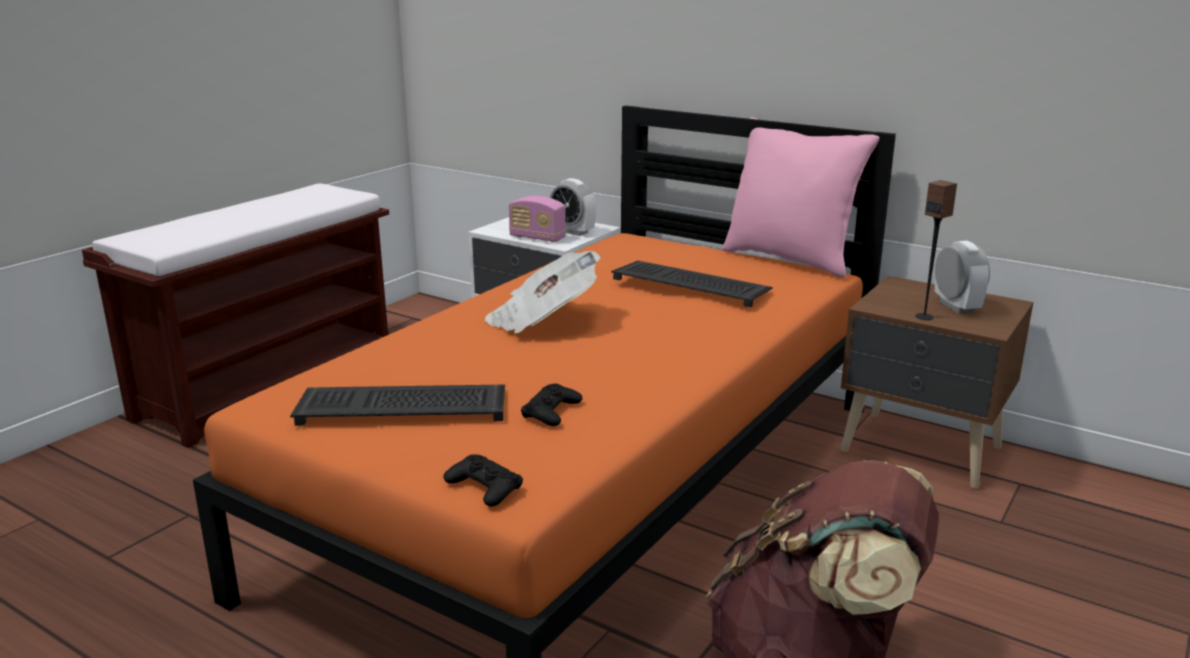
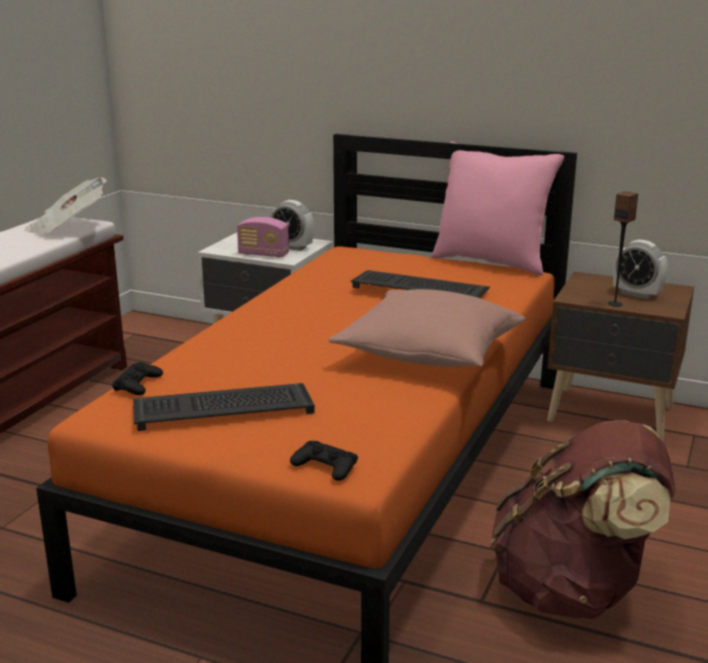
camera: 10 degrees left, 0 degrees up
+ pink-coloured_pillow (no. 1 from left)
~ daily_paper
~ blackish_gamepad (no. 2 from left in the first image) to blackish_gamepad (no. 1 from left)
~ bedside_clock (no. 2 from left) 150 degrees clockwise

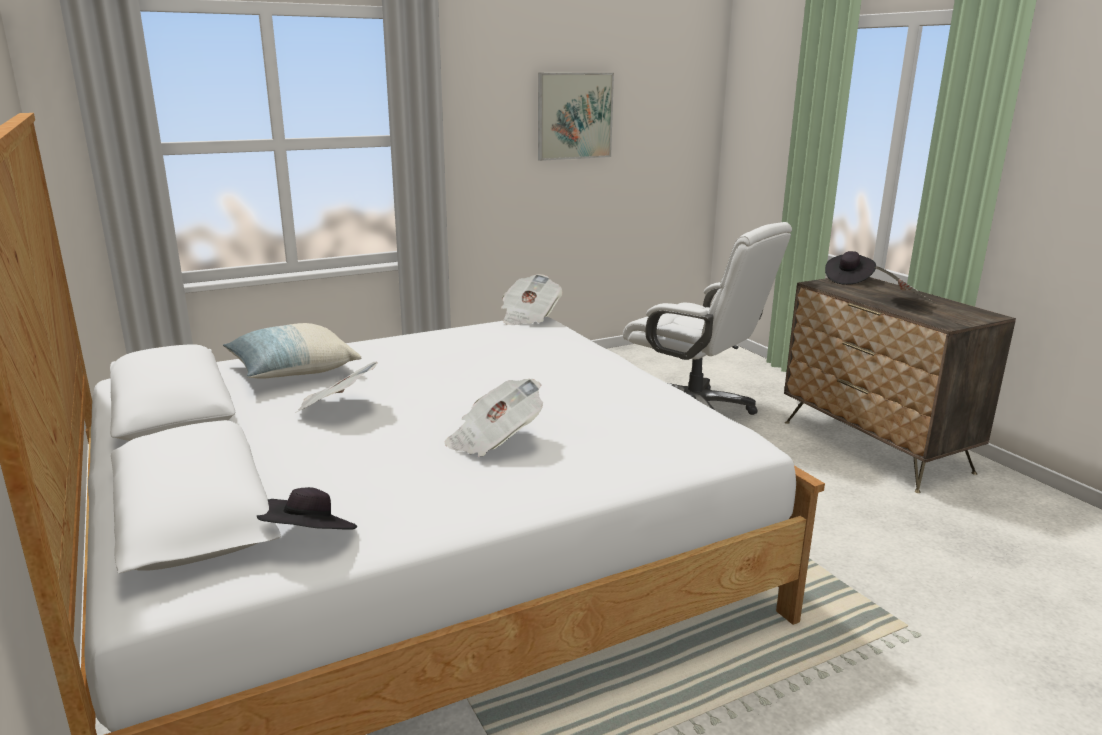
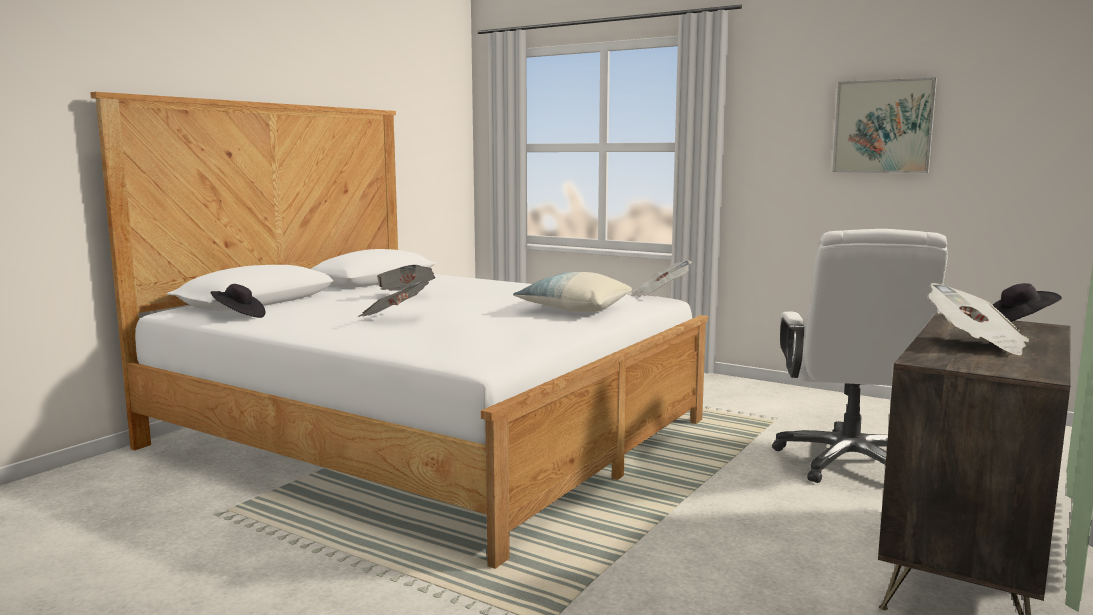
camera: 60 degrees right, 10 degrees down
~ pillow

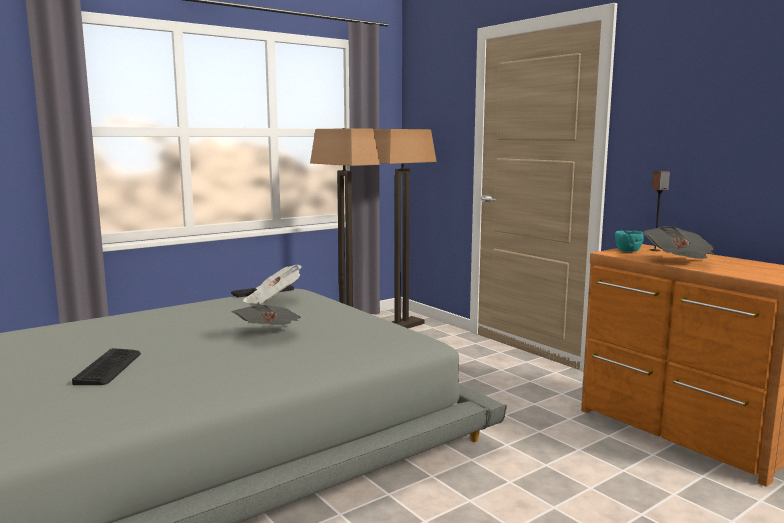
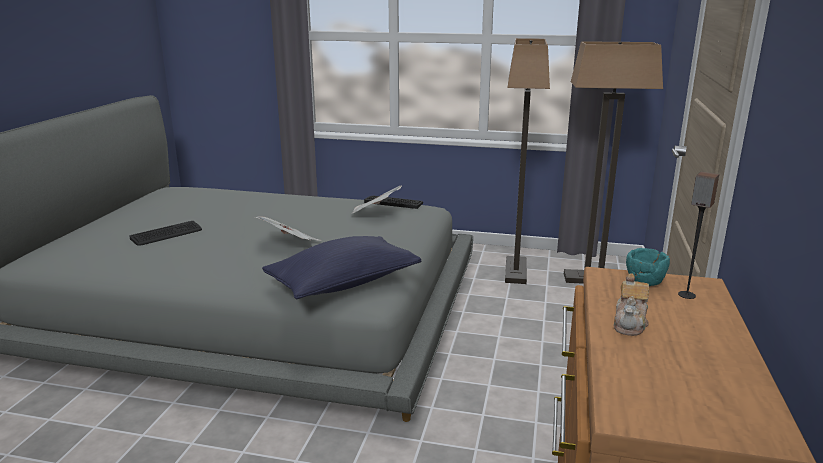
camera: 50 degrees right, 10 degrees up
+ blue-coloured_pillow
~ daily_paper (no. 3 from left) to teapot

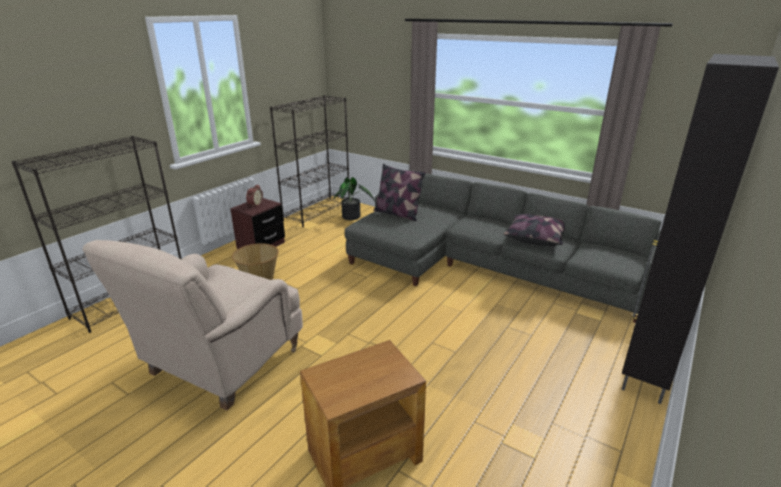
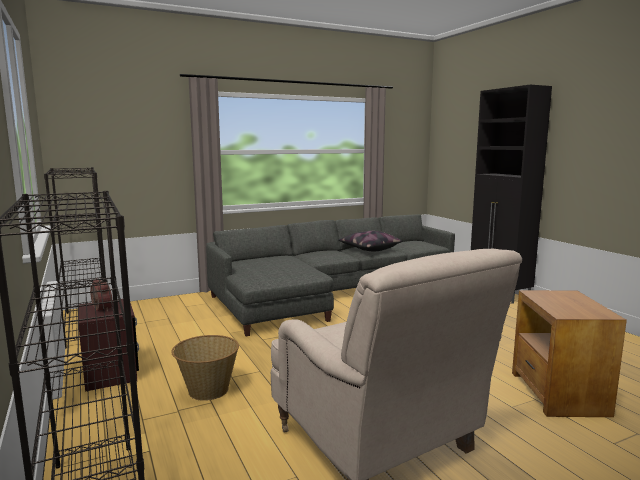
camera: 60 degrees left, 15 degrees down
- plant_in_a_pot
- pillow (no. 1 from left)

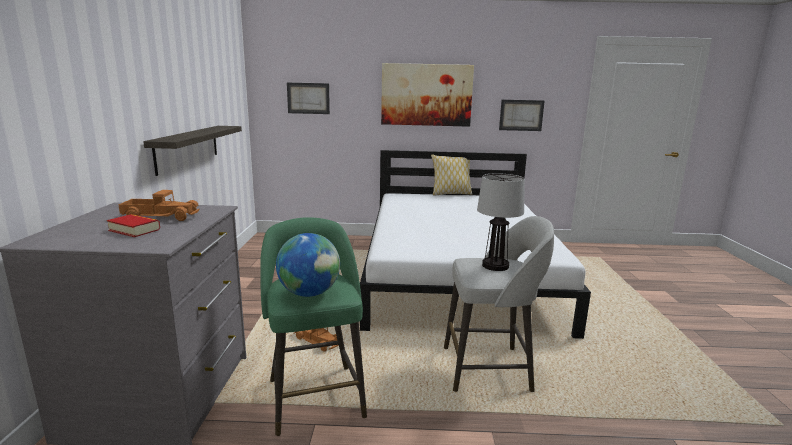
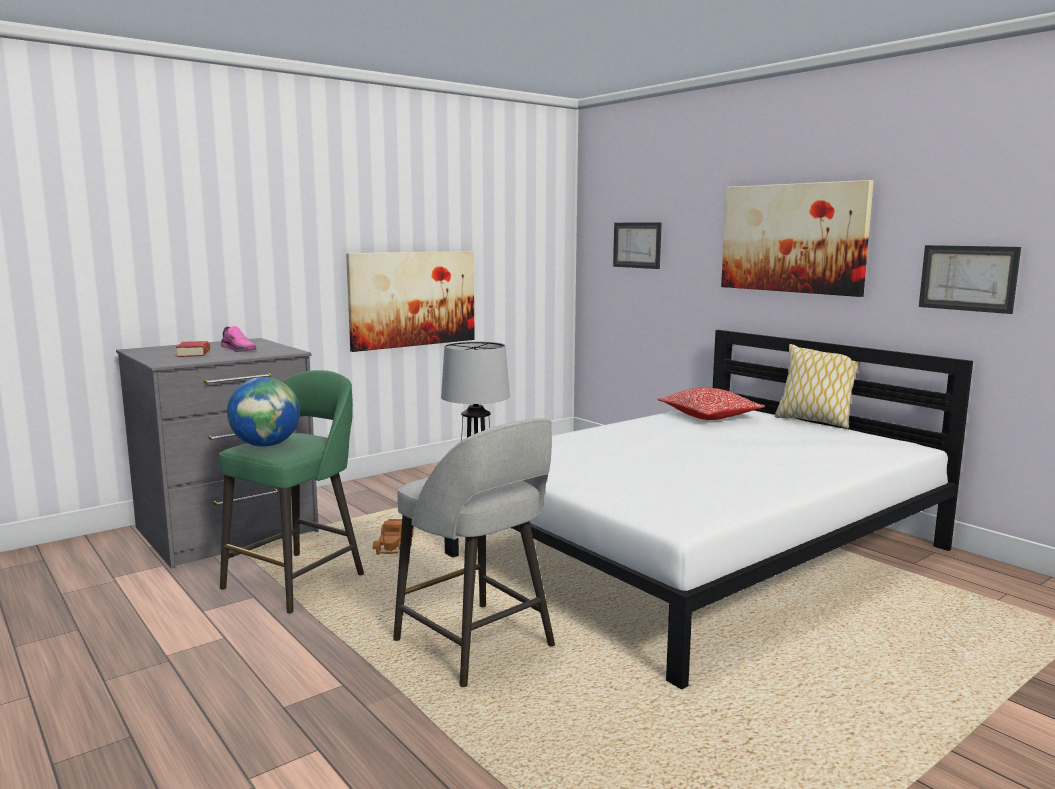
camera: 50 degrees right, 5 degrees down
+ pillow (no. 1 from left)
~ model_truck (no. 1 from left) to pink-coloured_low_shoe
~ wall_shelf to wall_picture (no. 1 from left)

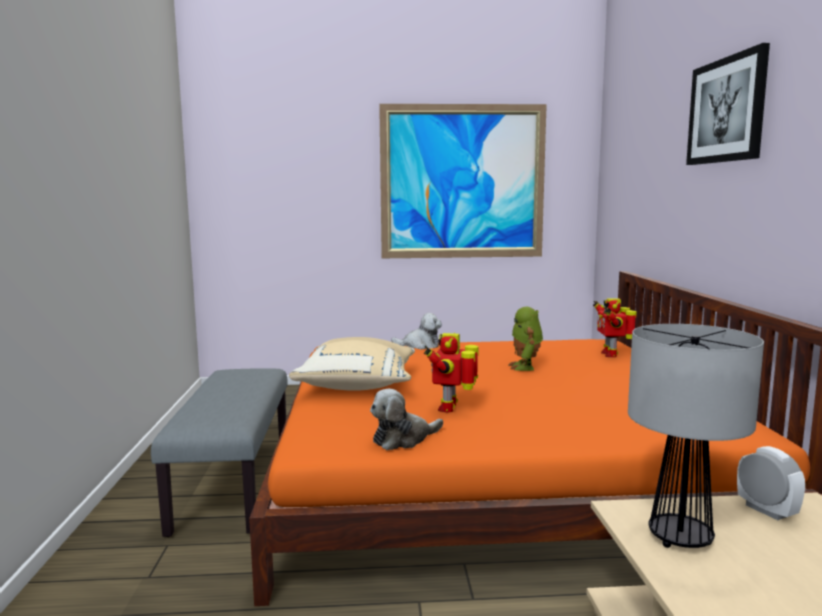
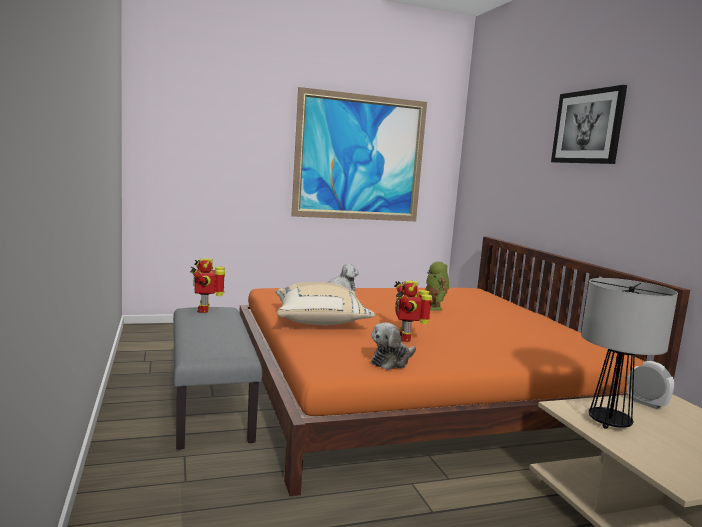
camera: 15 degrees left, 0 degrees up
~ robot_figure (no. 3 from left in the first image) to robot_figure (no. 1 from left)

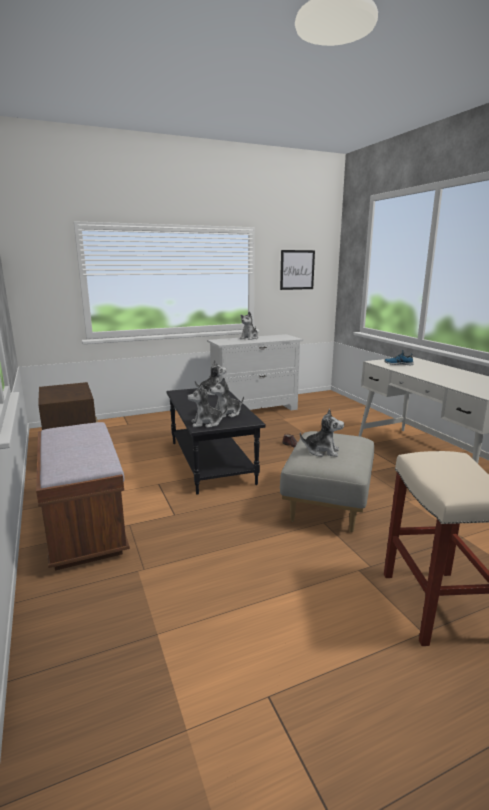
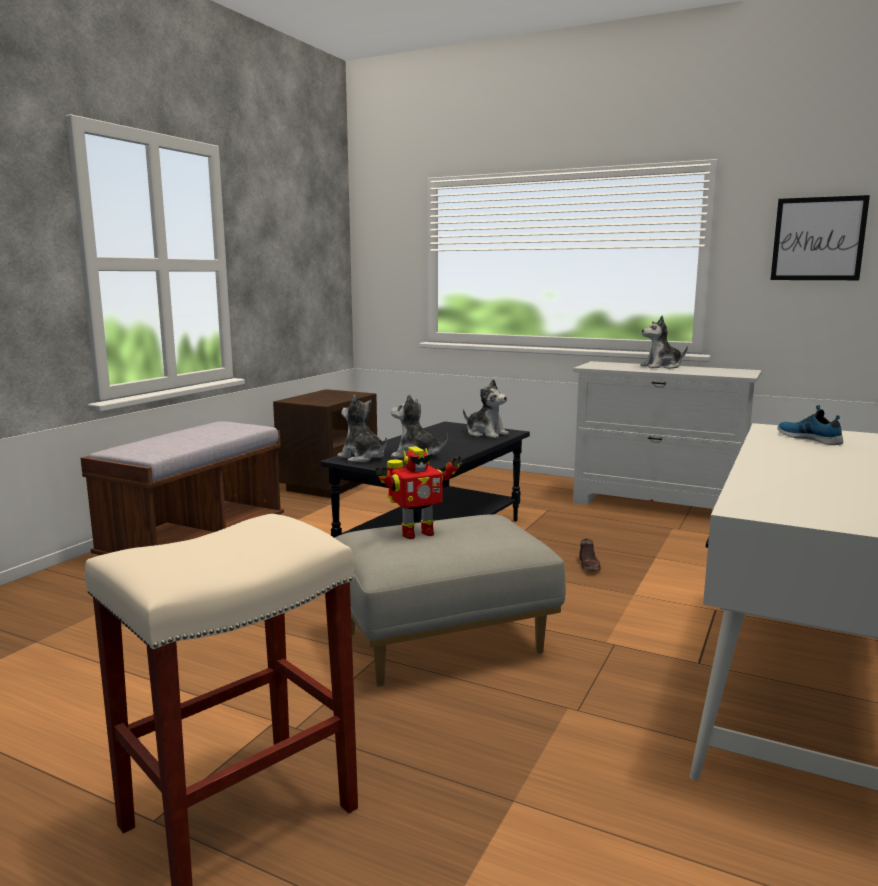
camera: 50 degrees right, 5 degrees down
~ cuddly_toy (no. 5 from left) to robot_figure

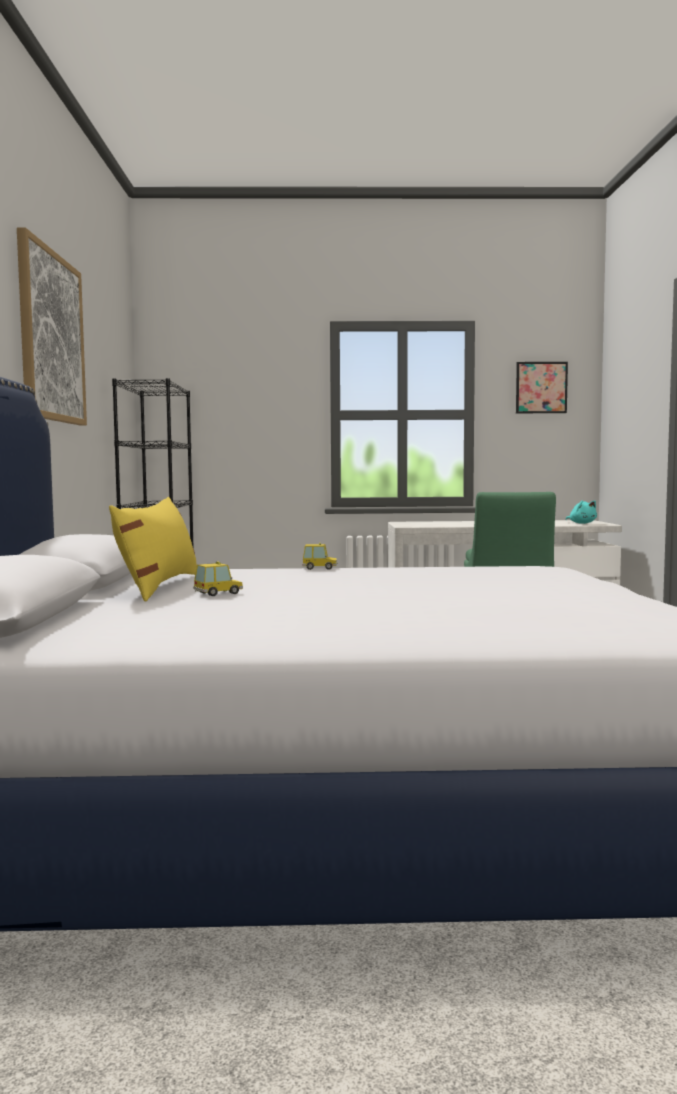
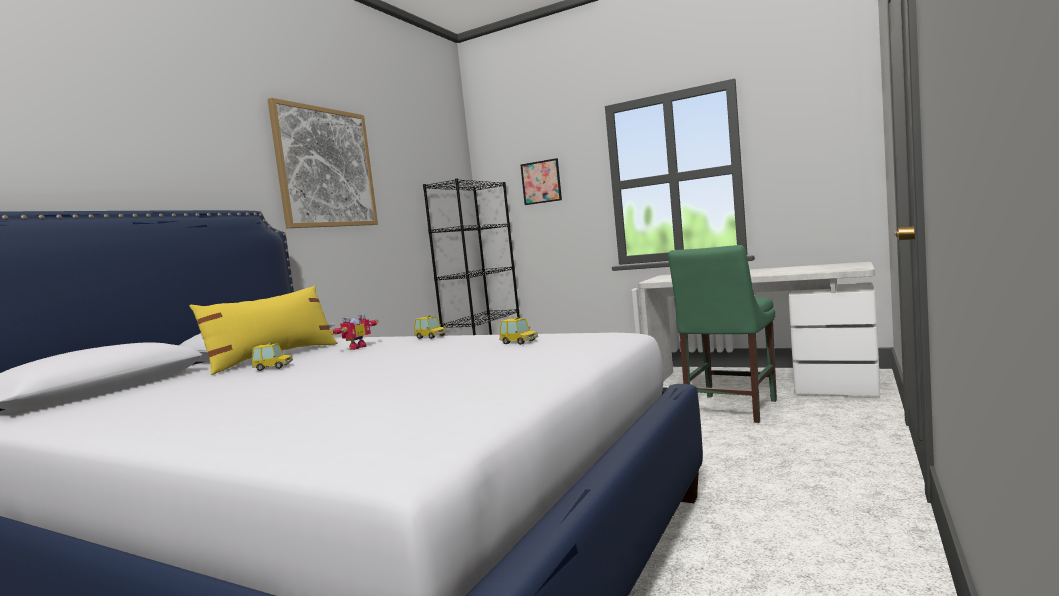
camera: 30 degrees right, 0 degrees up
- turquoise-coloured_cuddly_toy
+ robot_figure
+ toy_car (no. 3 from left)
~ wall_picture (no. 2 from left)

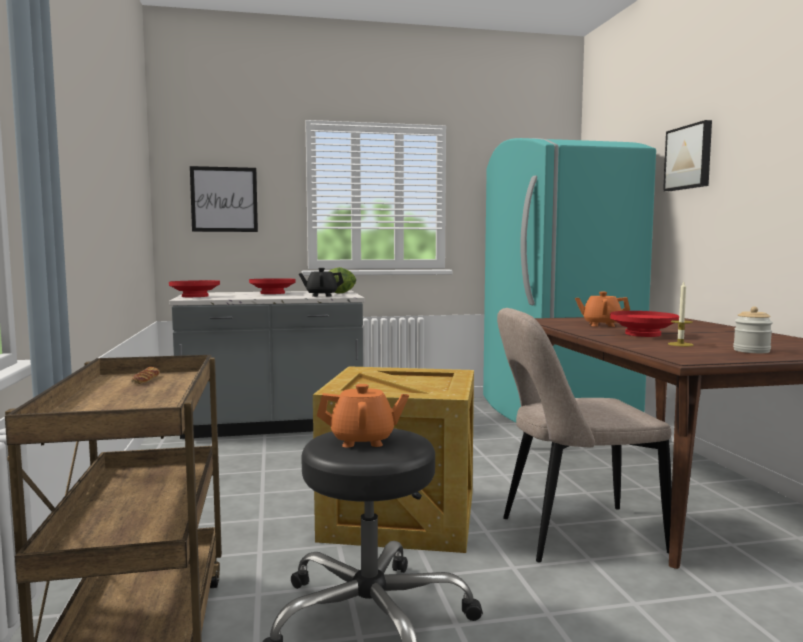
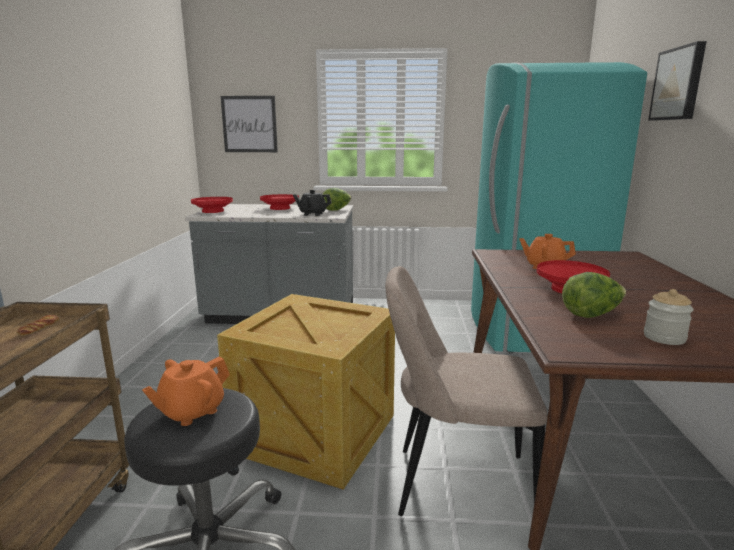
camera: 15 degrees right, 10 degrees up
~ wax_light to head_of_lettuce (no. 2 from left)
~ orangey_teapot (no. 1 from left) 120 degrees clockwise

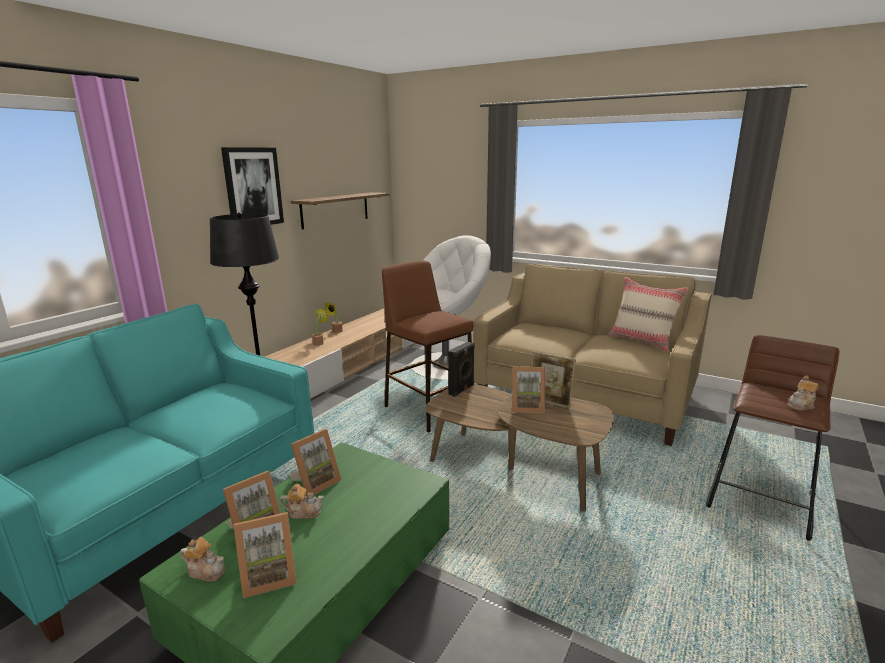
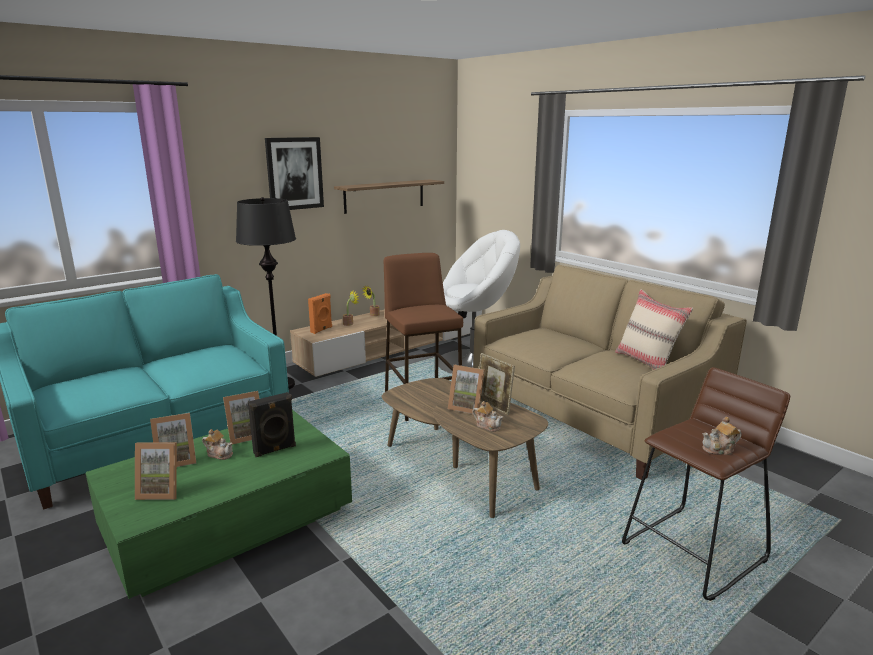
camera: 20 degrees right, 0 degrees up
+ orangey_loudspeaker
~ teapot (no. 1 from left in the first image) to teapot (no. 2 from left)
~ blackish_loudspeaker

